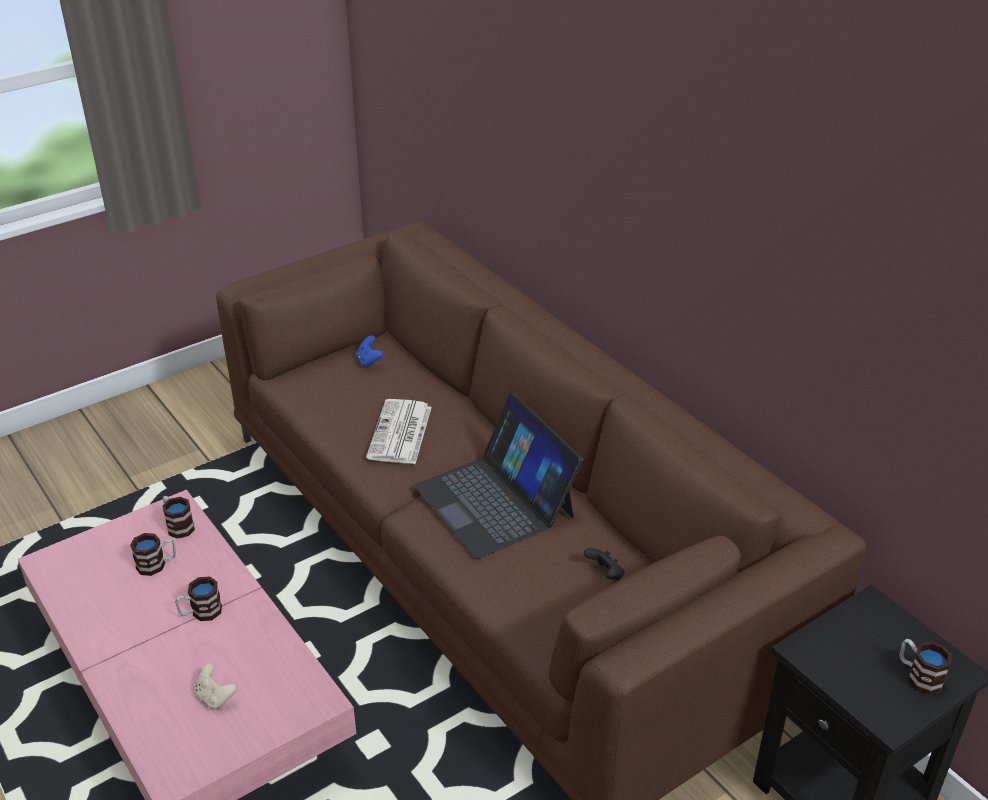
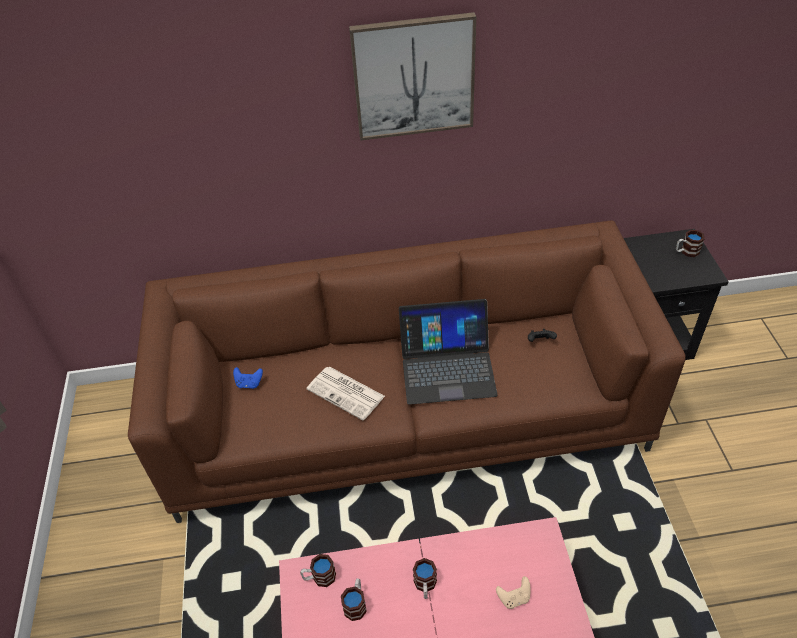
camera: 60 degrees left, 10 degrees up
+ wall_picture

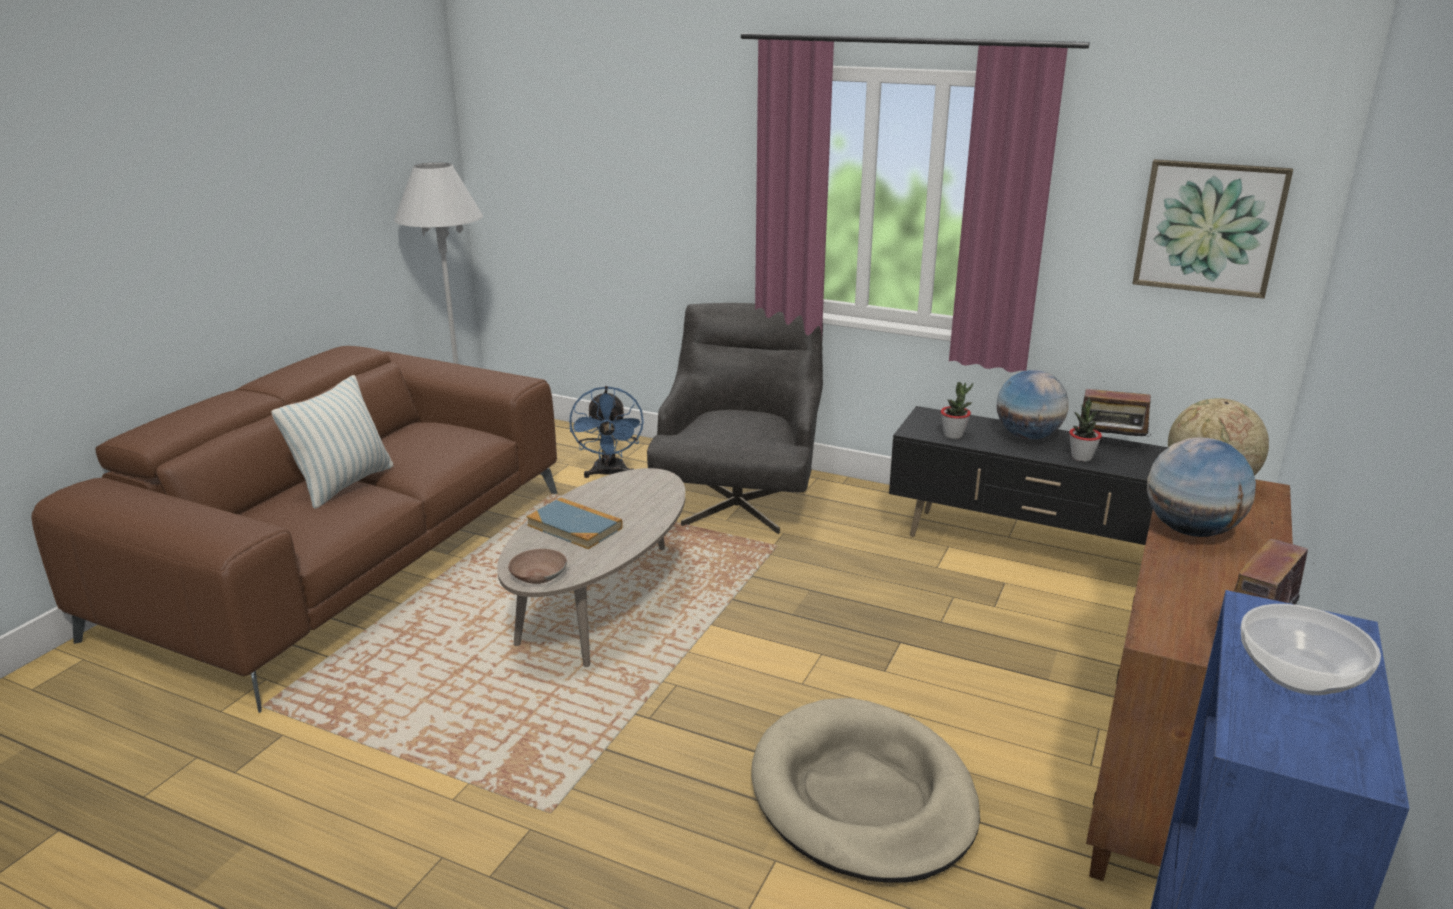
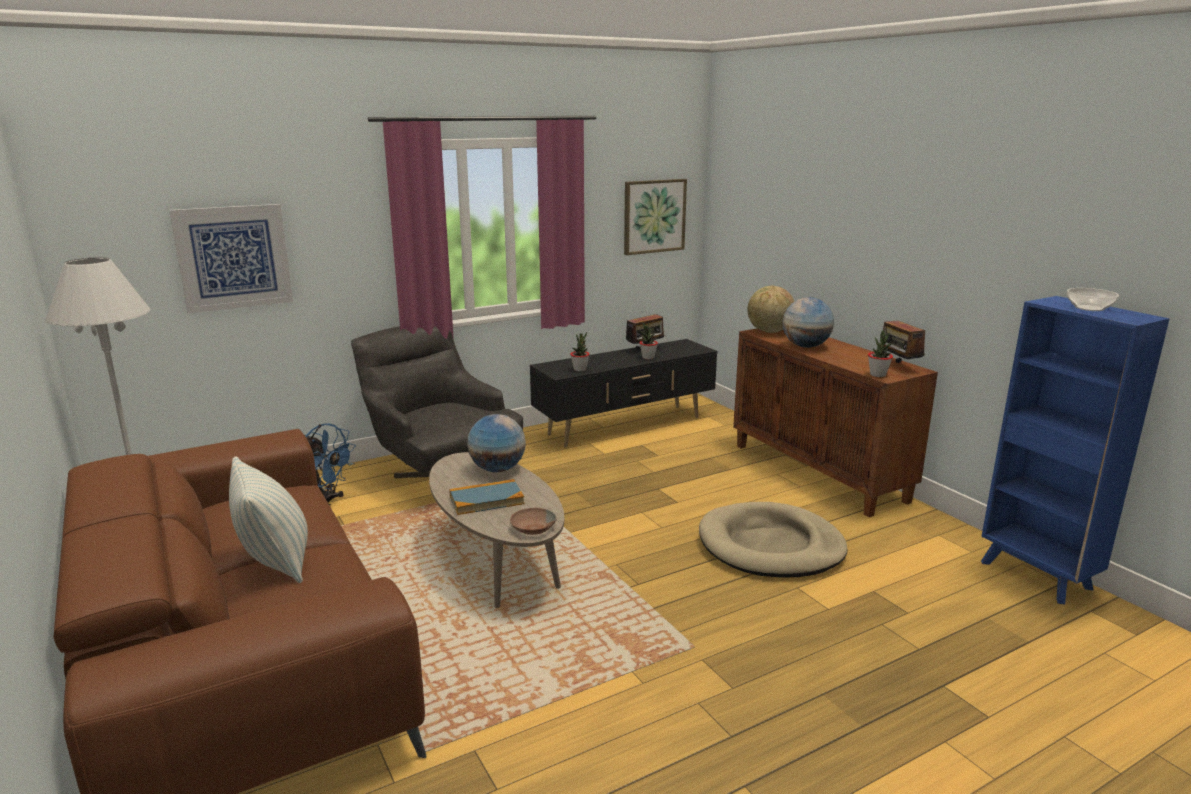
camera: 55 degrees left, 5 degrees down
+ wall_picture (no. 1 from left)
+ plant_in_a_pot (no. 3 from left)
~ globe (no. 1 from left)

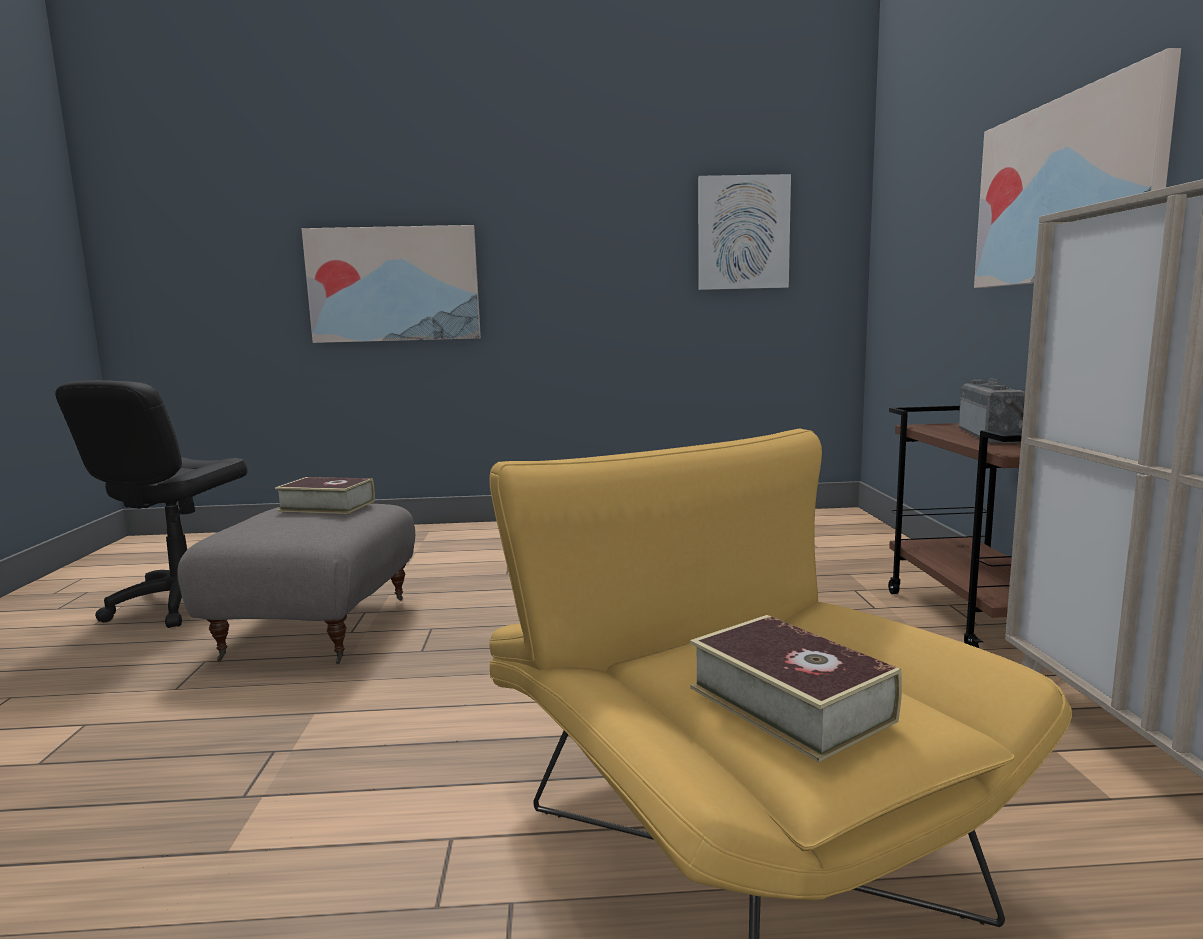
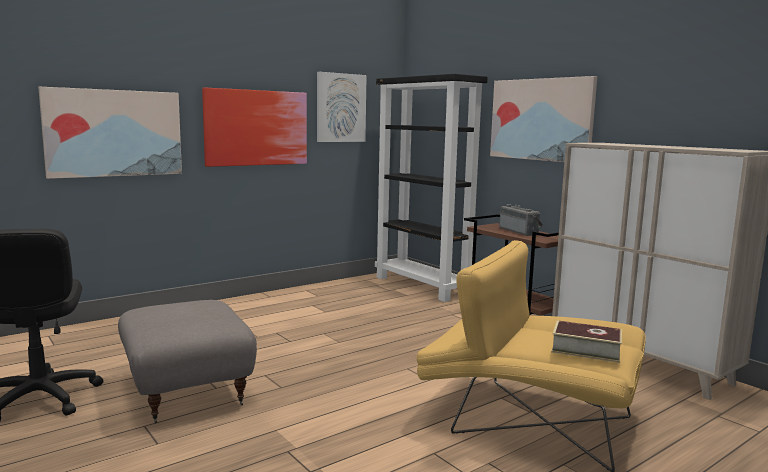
camera: 35 degrees left, 0 degrees up
- bound_book (no. 1 from left)
+ wall_picture (no. 2 from left)
+ blackish_shelving_unit

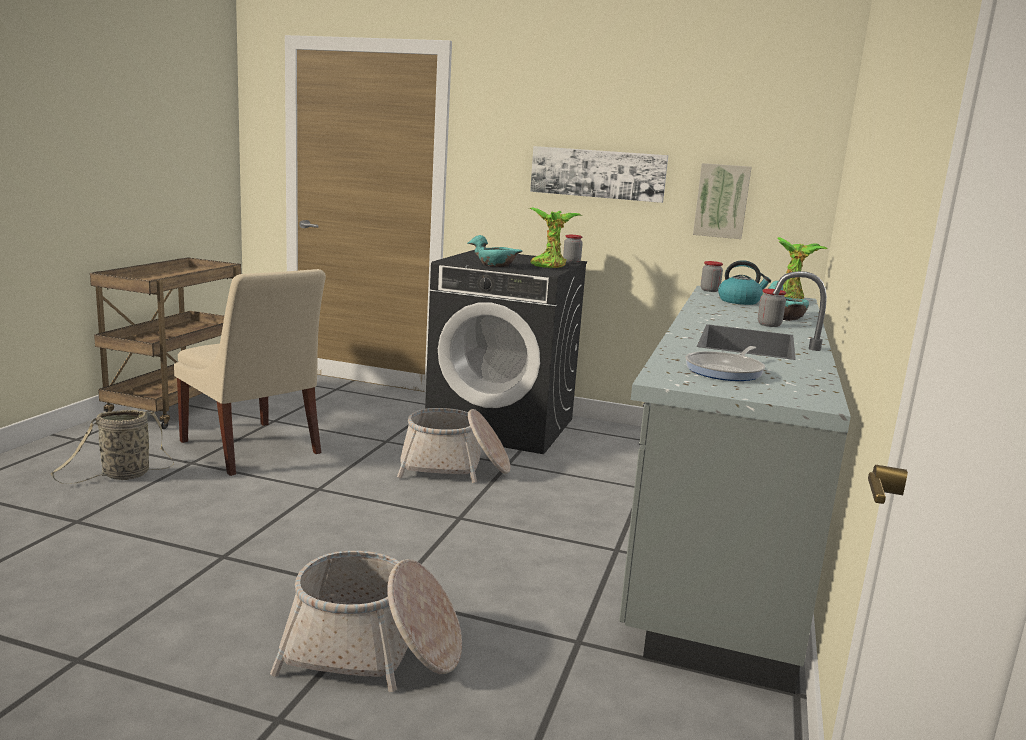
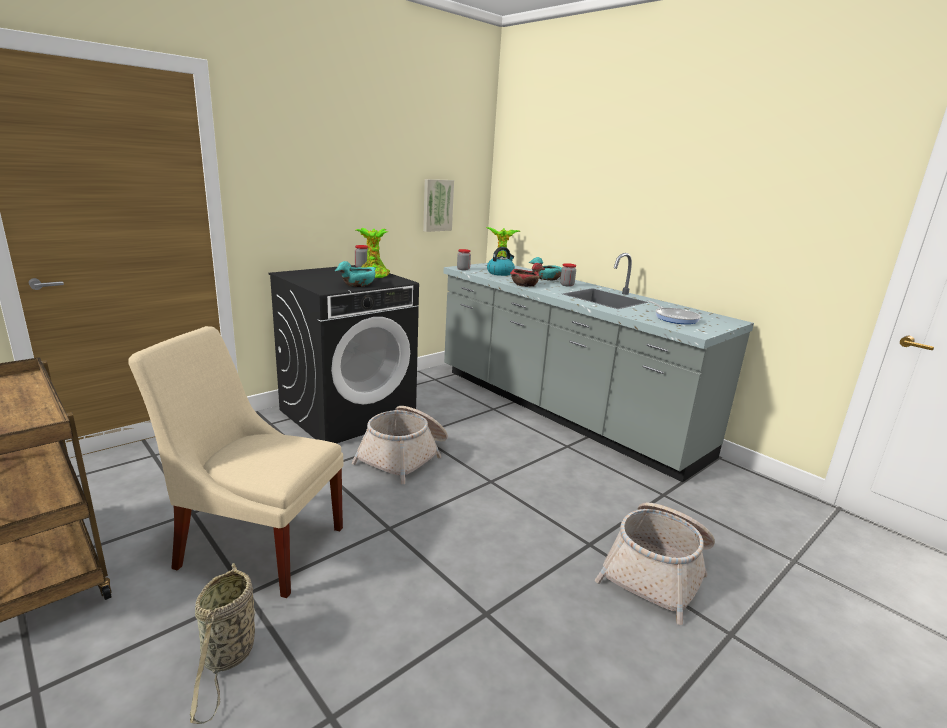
camera: 60 degrees left, 5 degrees up
- wall_picture (no. 1 from left)
+ red-coloured_deep_dish
~ beige-coloured_plain_chair 150 degrees counterclockwise

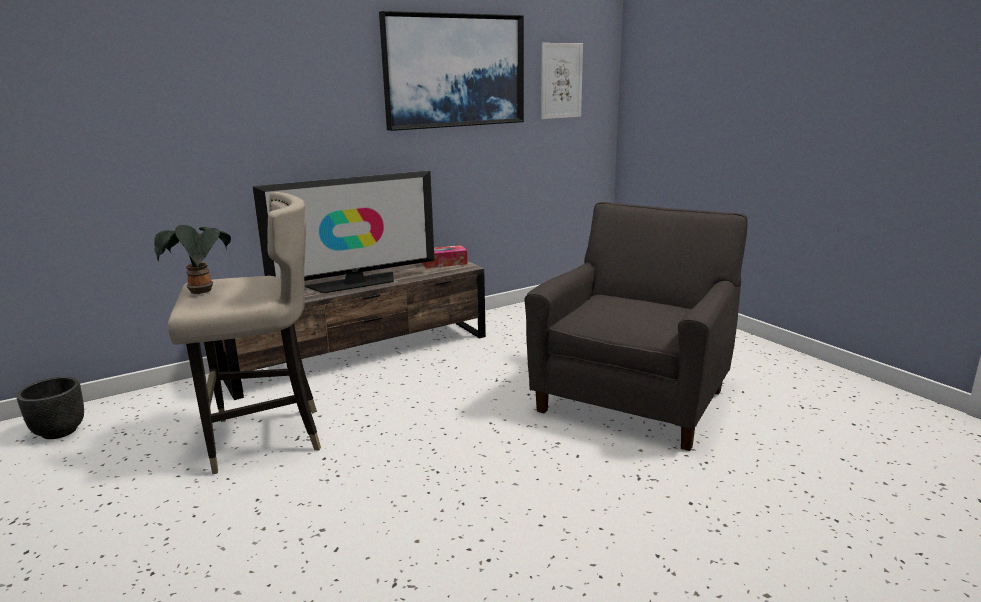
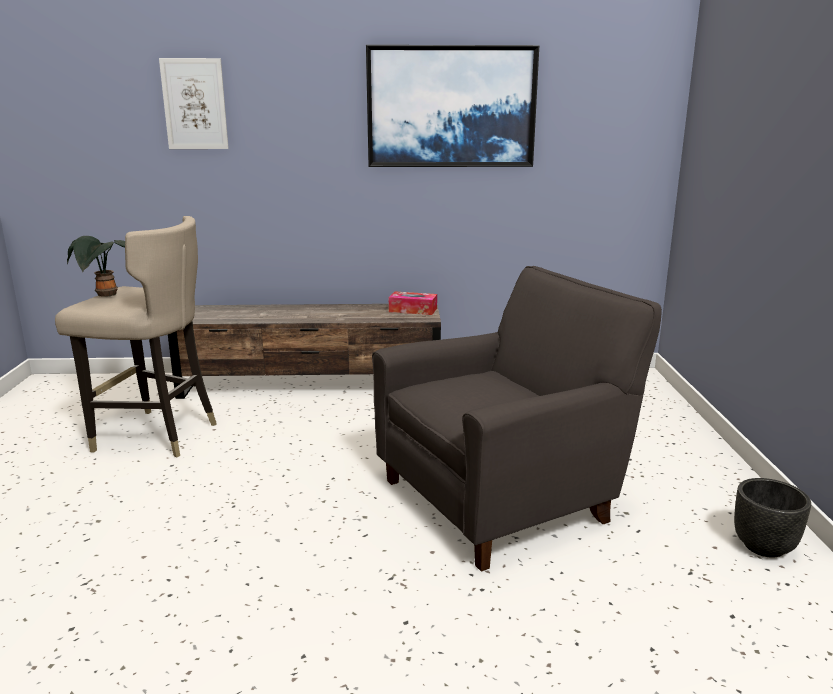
camera: 30 degrees right, 0 degrees up
- TV_set
~ blackish_plant_pot
~ wall_picture (no. 2 from left in the first image) to wall_picture (no. 1 from left)

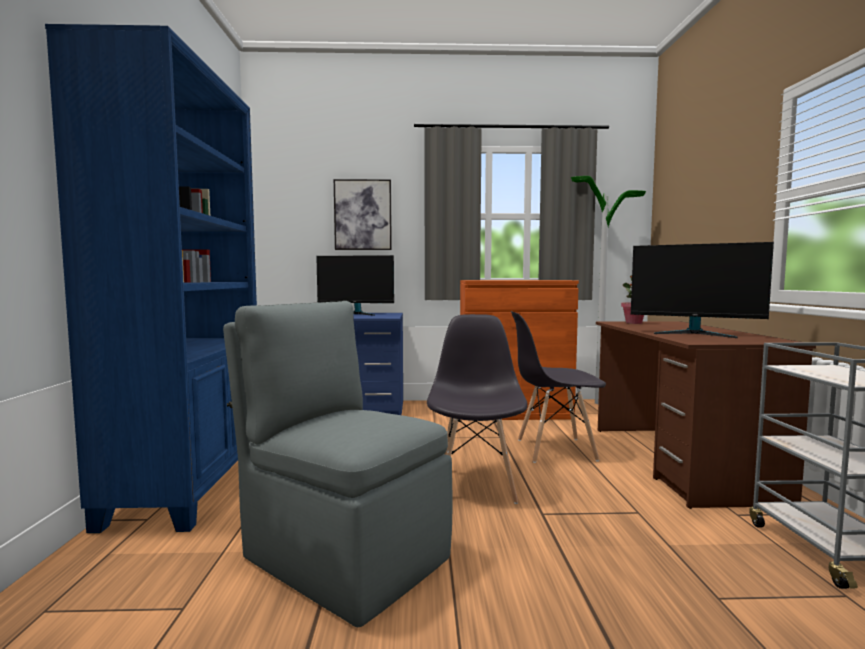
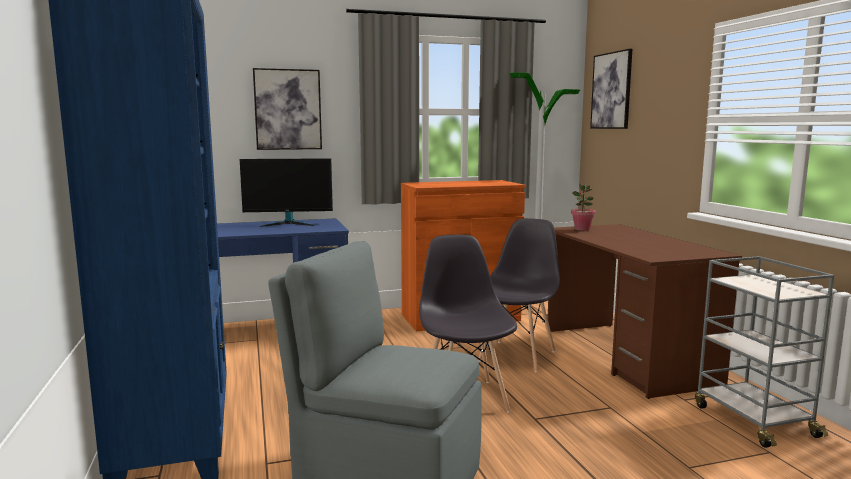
camera: 15 degrees left, 5 degrees up
- computer_display (no. 2 from left)
+ wall_picture (no. 2 from left)
~ gray_plain_chair (no. 3 from left) 135 degrees clockwise

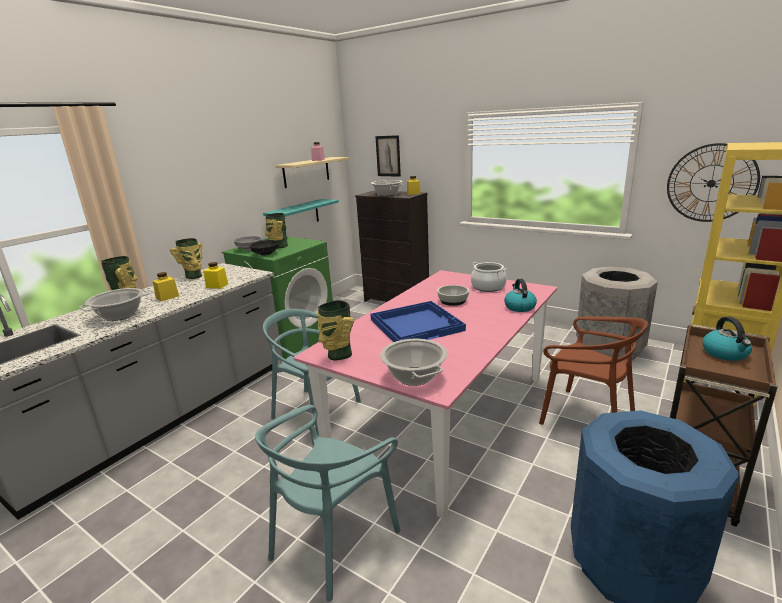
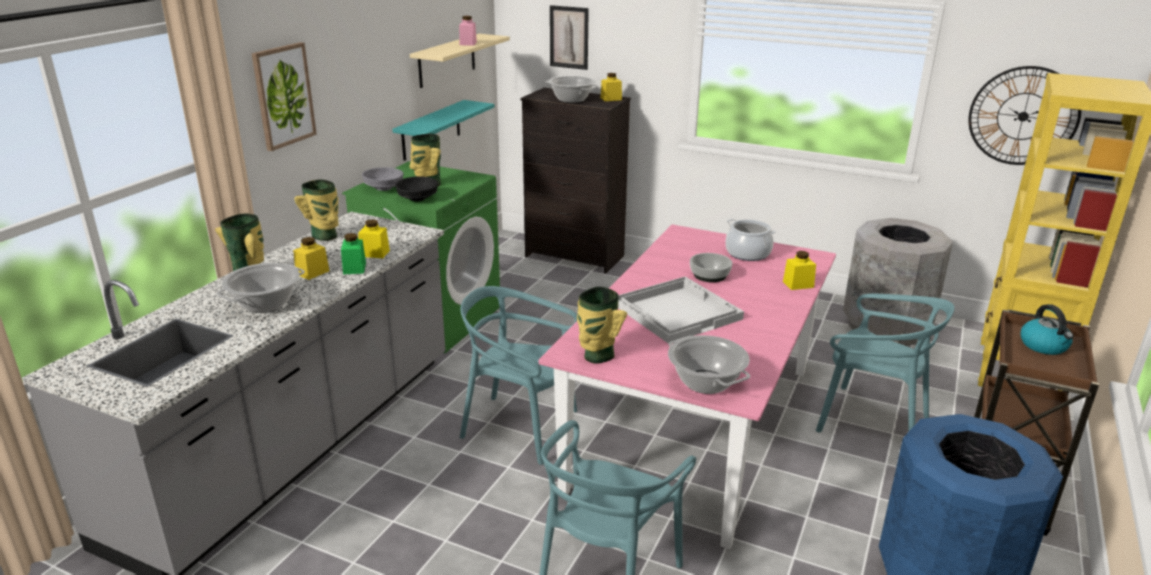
camera: 10 degrees left, 5 degrees up
+ wall_picture (no. 1 from left)
+ green-coloured_jar
~ water_kettle (no. 1 from left) to yellowish_jar (no. 4 from left)
~ blue-coloured_carrying_tray to white-coloured_carrying_tray
~ brown-coloured_plain_chair to turquoise-coloured_plain_chair (no. 3 from left)

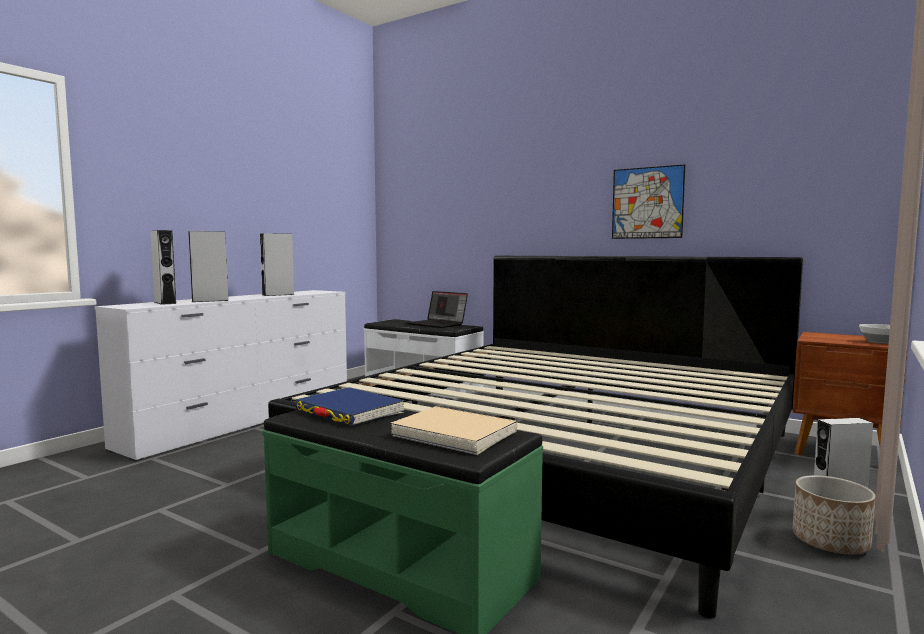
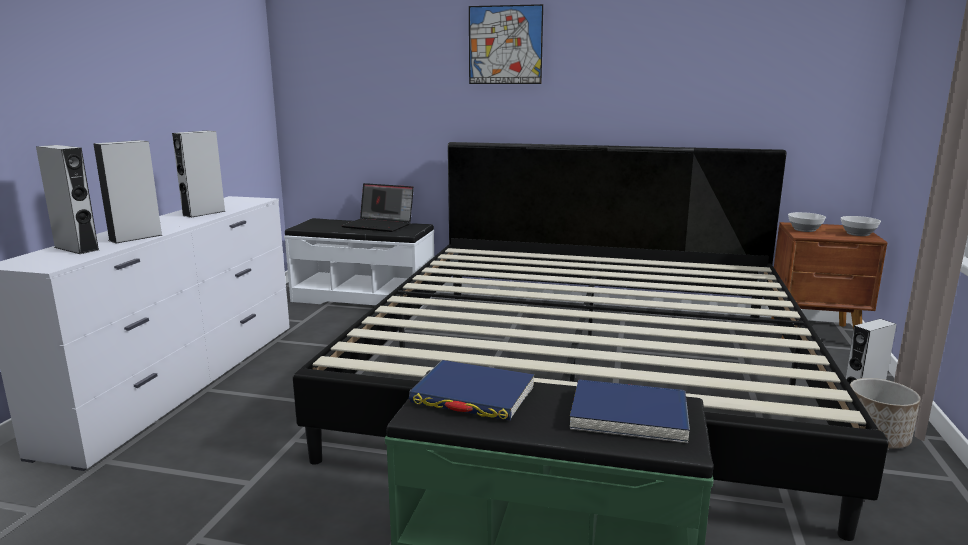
camera: 20 degrees left, 10 degrees up
+ deep_dish (no. 1 from left)
~ wall_picture
~ beige-coloured_bound_book to blue-coloured_bound_book (no. 2 from left)

